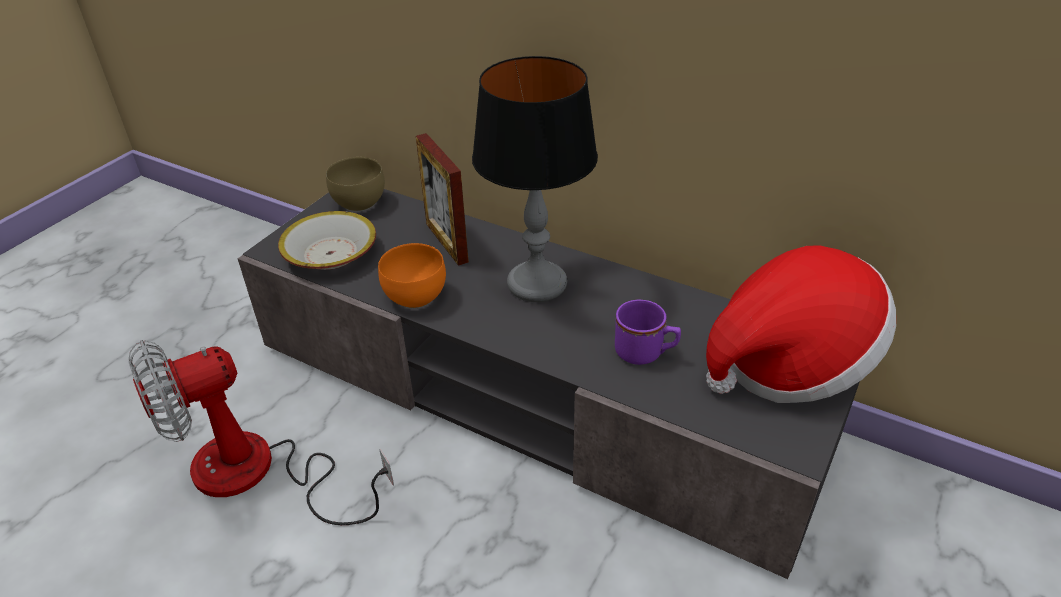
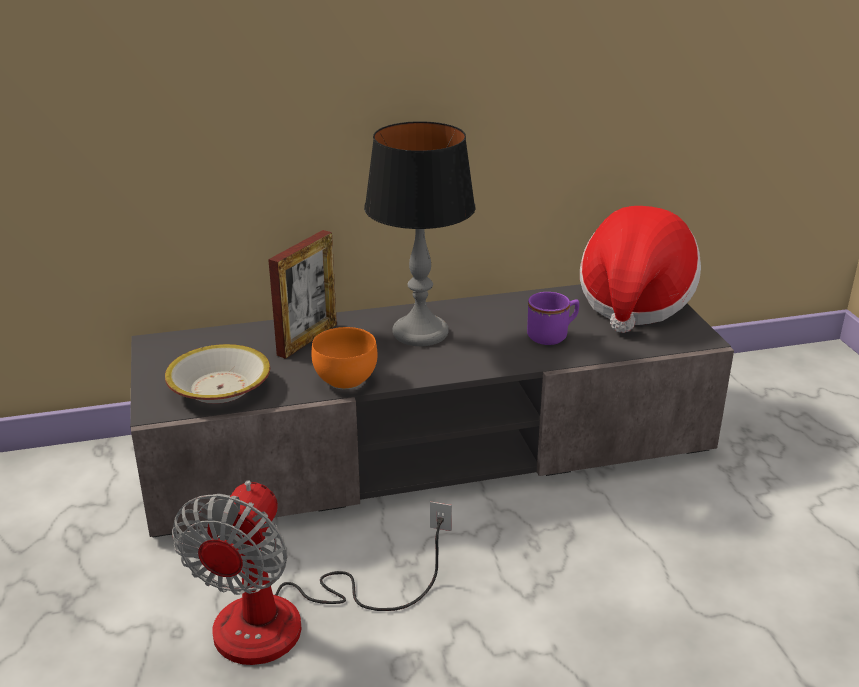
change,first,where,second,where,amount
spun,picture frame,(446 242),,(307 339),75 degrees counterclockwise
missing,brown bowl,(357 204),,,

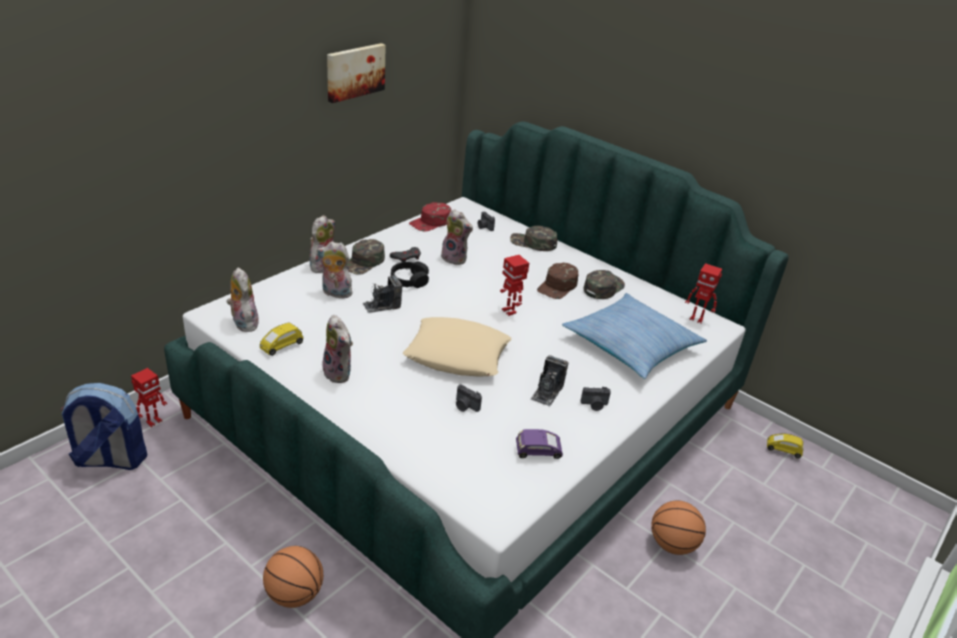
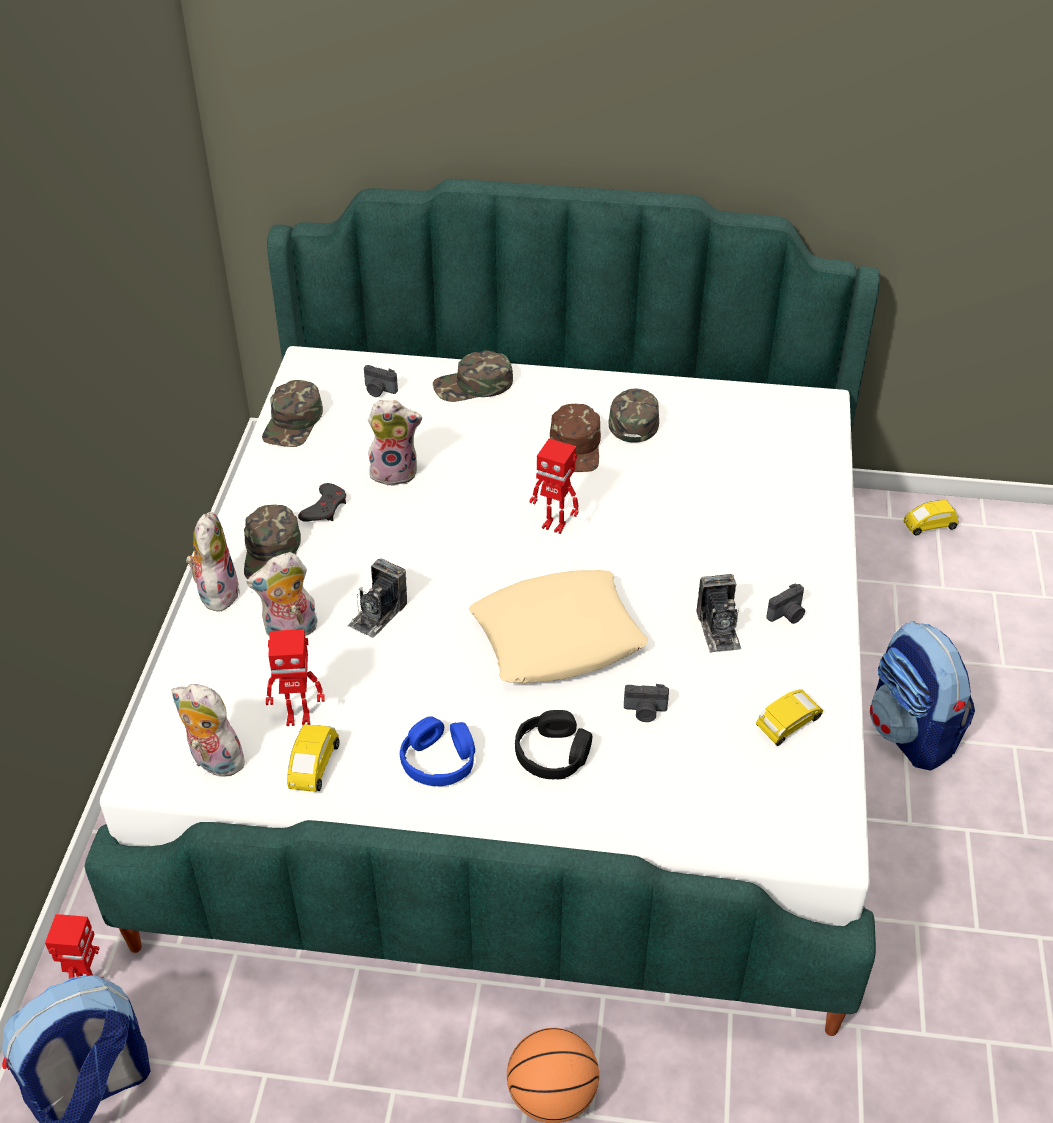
change,first,where,second,where,amount
missing,picture,(354 71),,,
colour,red cap,(431 222),green cap,(293 422),
relocated,black headphones,(409 280),,(552 754),
relocated,toy robot,(696 319),,(298 717),
missing,pillow,(631 345),,,
exchanged,plush toy,(339 373),blue headphones,(439 761),
colour,purple toy car,(538 453),yellow toy car,(789 725),
exchanged,basketball,(672 544),backpack,(911 733),

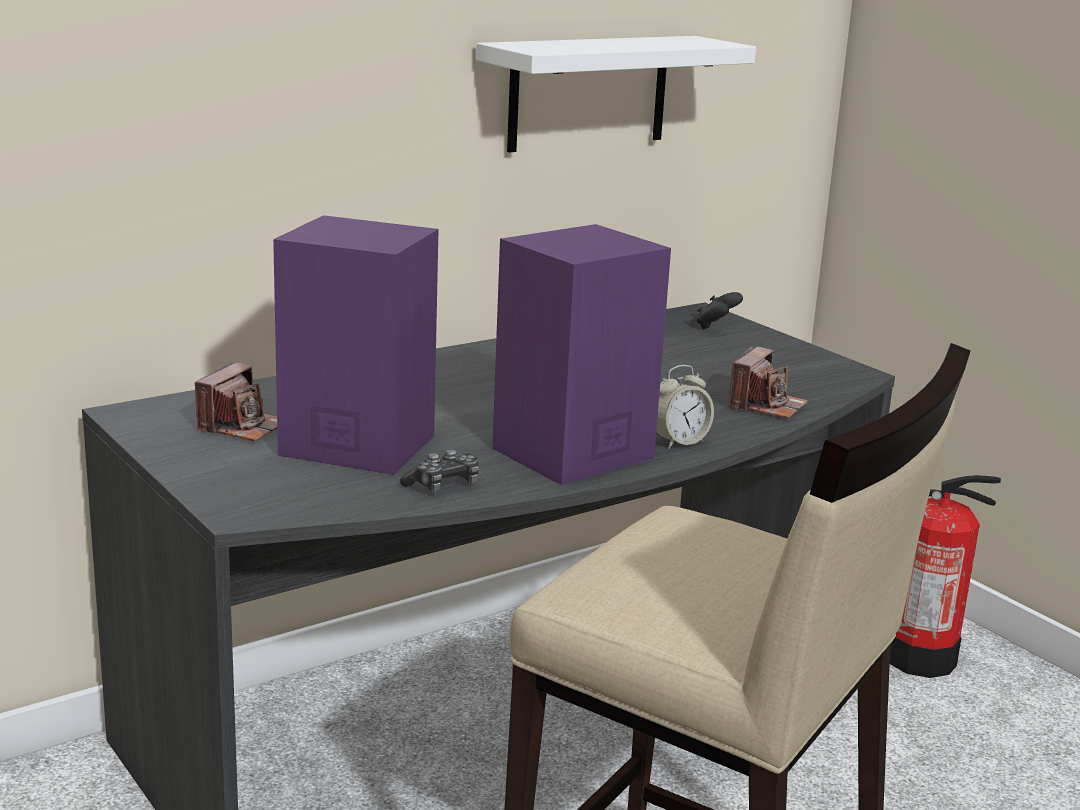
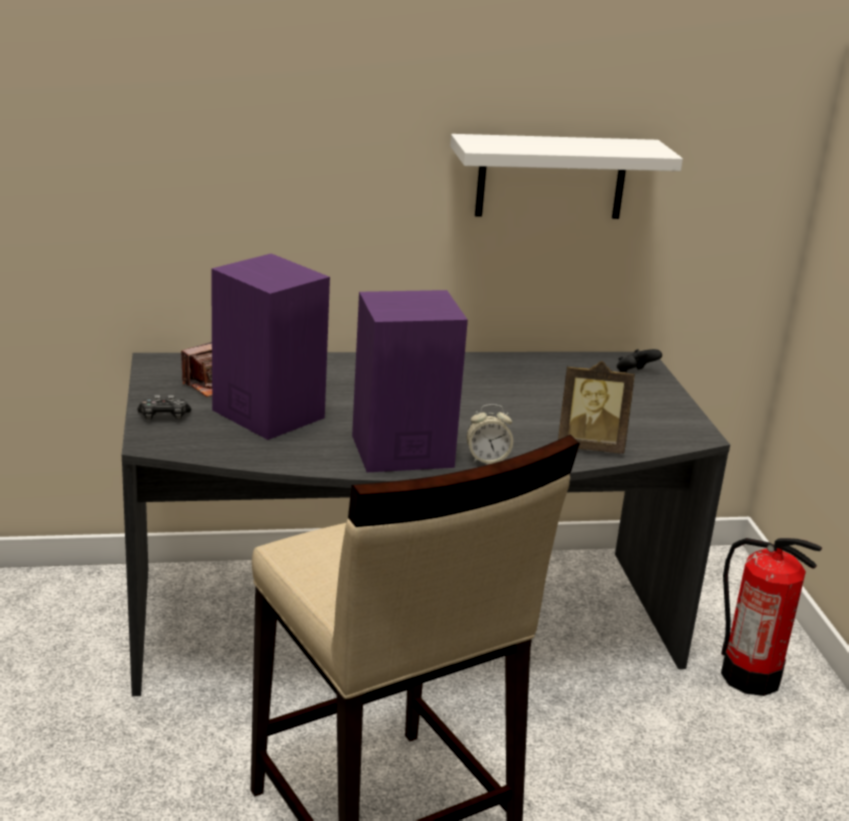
change,first,where,second,where,amount
exchanged,photo camera,(766 405),picture frame,(590 446),
relocated,game controller,(444 485),,(164 417),

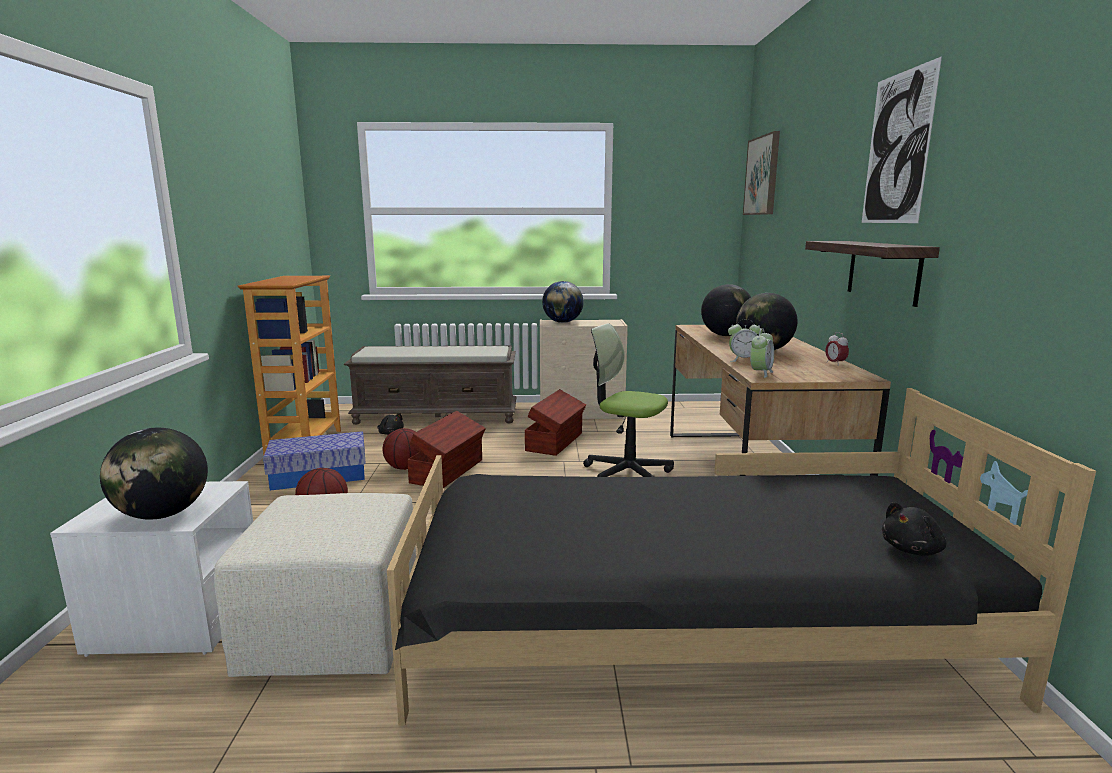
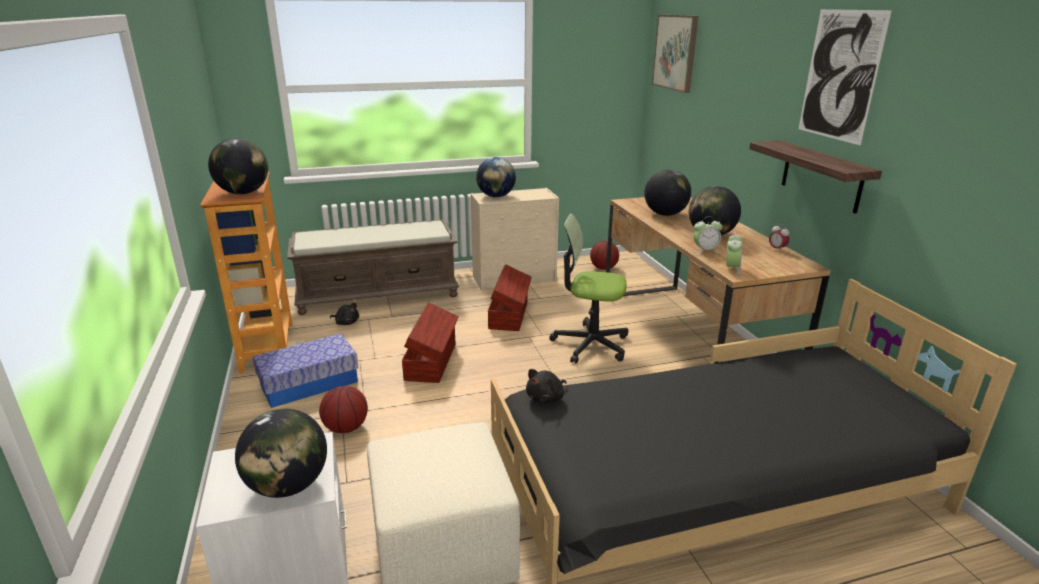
change,first,where,second,where,amount
relocated,basketball,(404 468),,(603 268),
relocated,black plush toy,(913 549),,(546 398),
appeared,,,globe,(243 193),

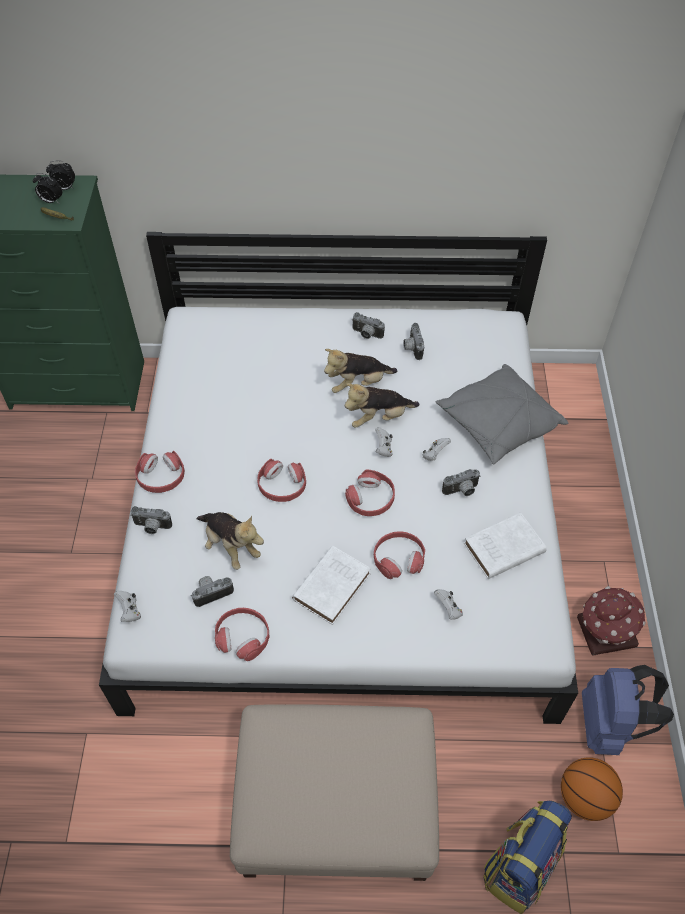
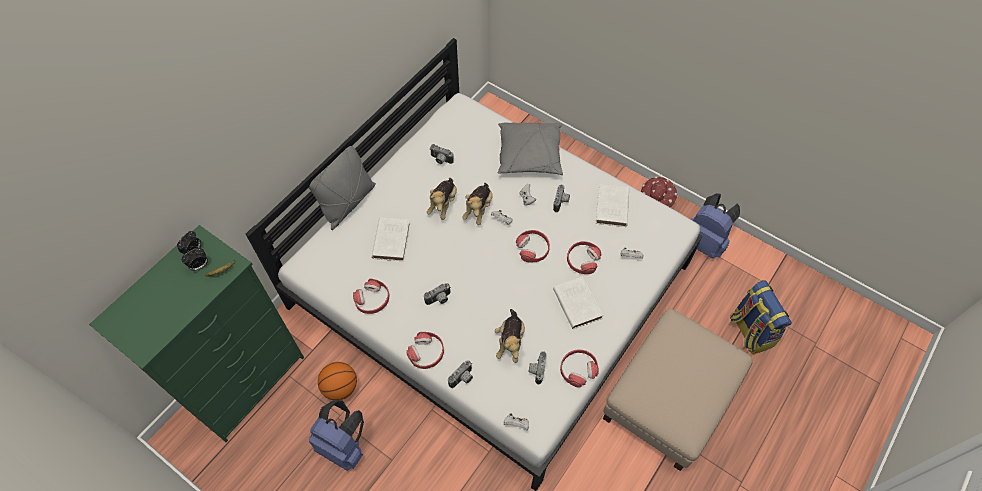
change,first,where,second,where,amount
relocated,photo camera,(366 335),,(439 300),
relocated,red headphones,(282 485),,(372 299),
spun,plush toy,(230 546),,(510 341),105 degrees clockwise
relocated,basketball,(584 797),,(340 387),
appeared,,,grey pillow,(347 203),
appeared,,,white book,(391 239),
appeared,,,blue backpack,(344 446),

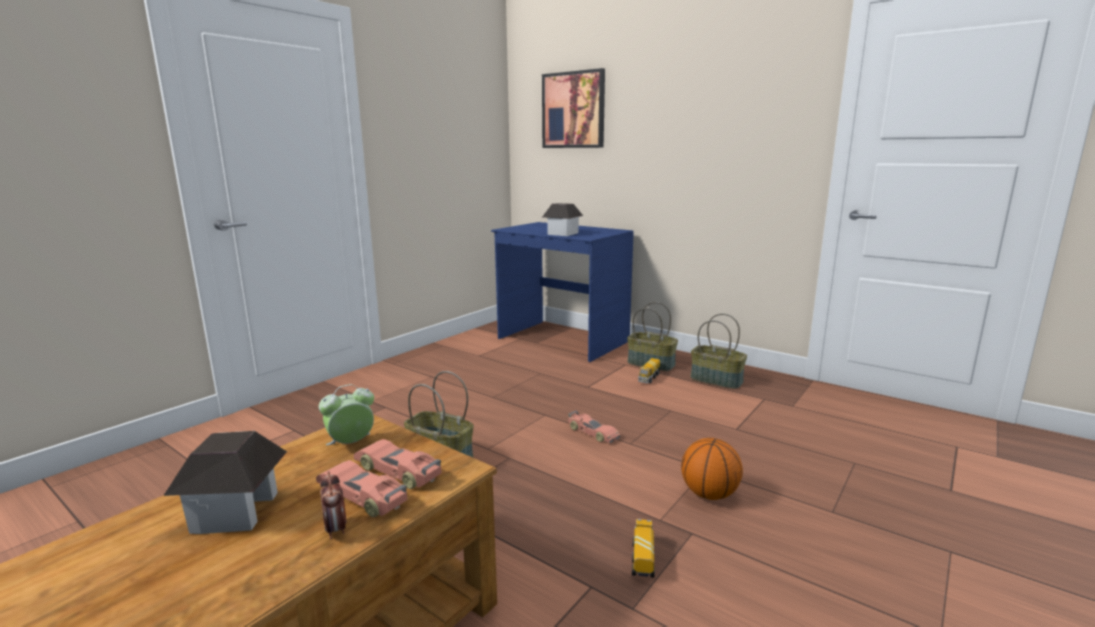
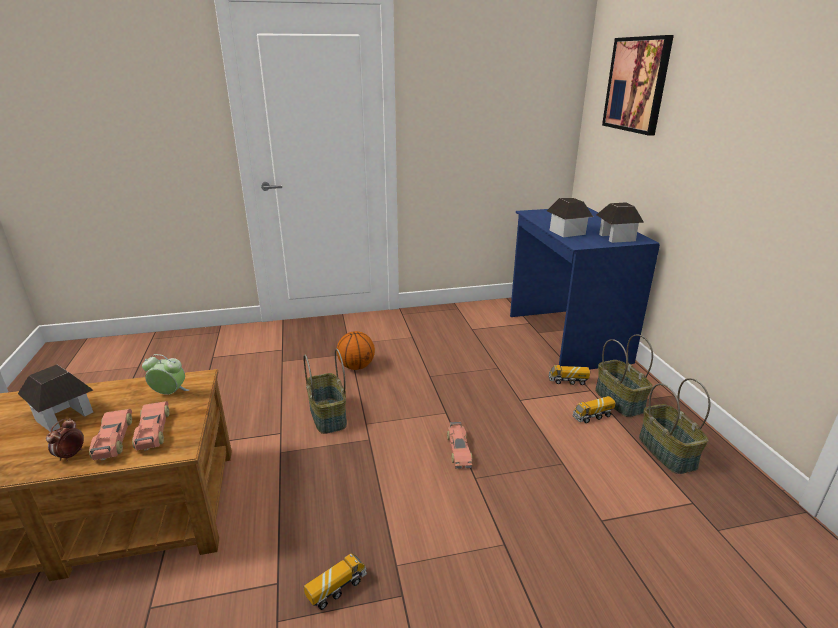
change,first,where,second,where,amount
relocated,basketball,(709 494),,(356 366),
appeared,,,toy house,(616 237),
appeared,,,toy truck,(568 381),

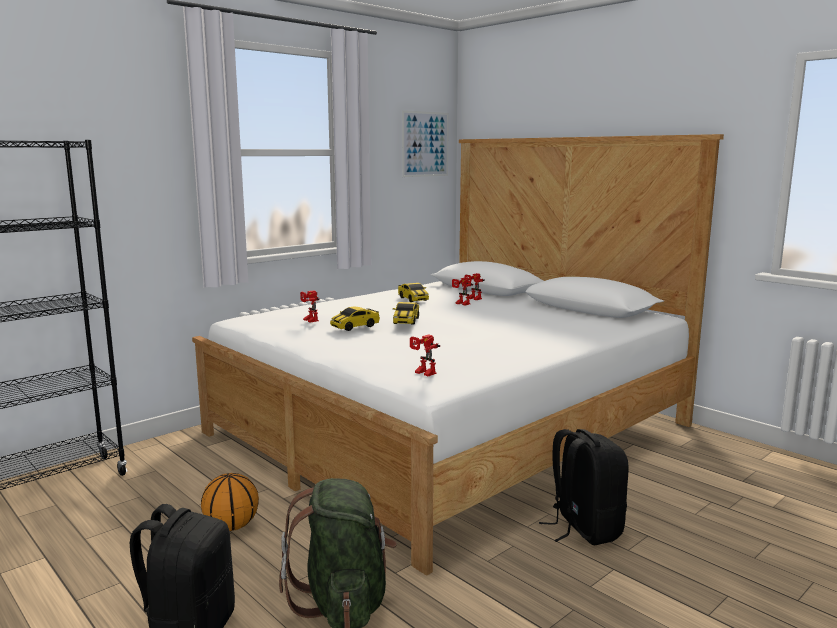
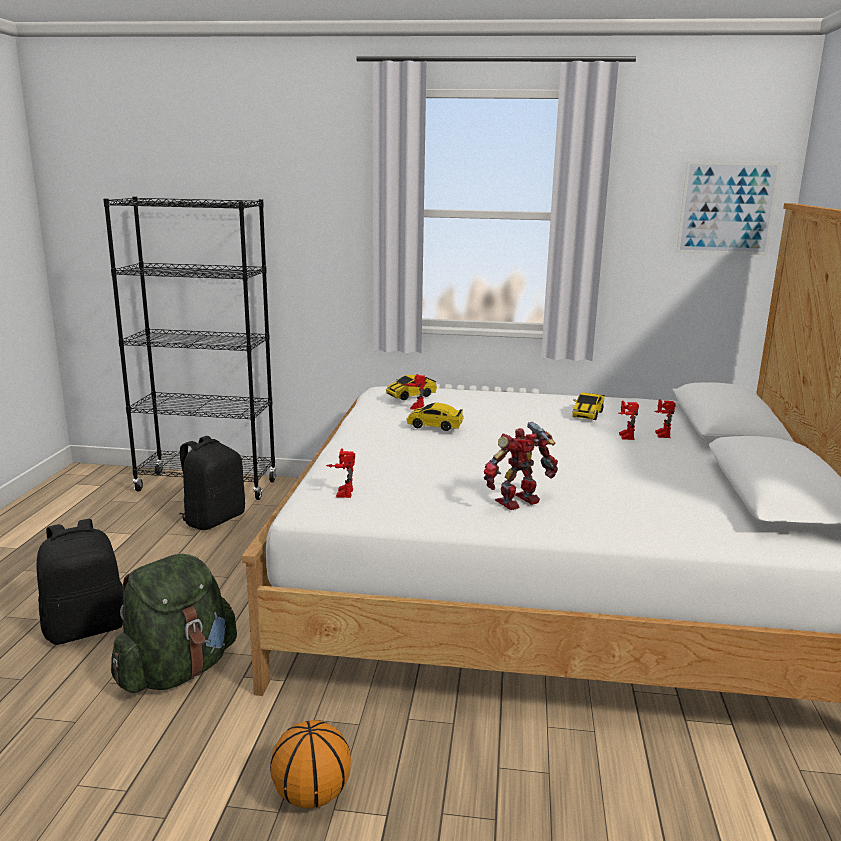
change,first,where,second,where,amount
relocated,toy car,(406 321),,(411 395),
relocated,black backpack,(583 528),,(214 519),
relocated,basketball,(231 526),,(312 794),
appeared,,,toy robot,(519 503),

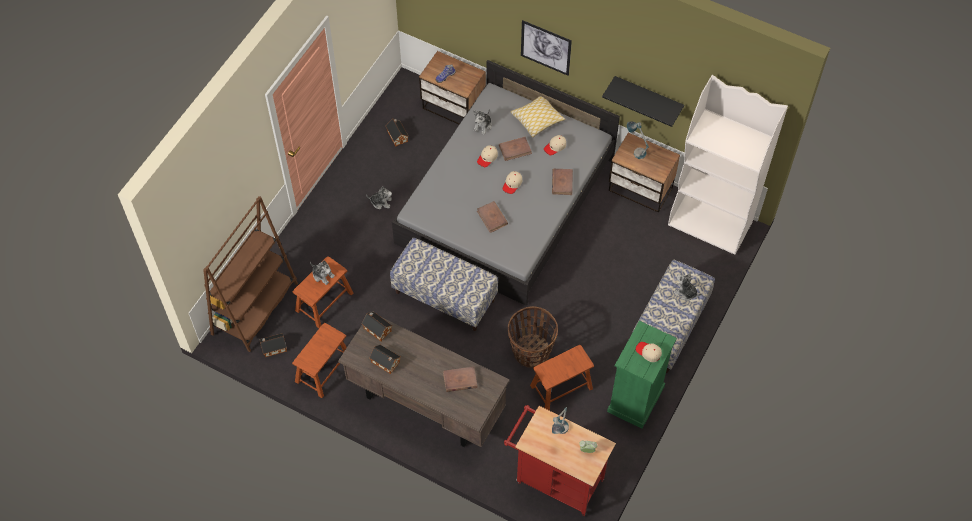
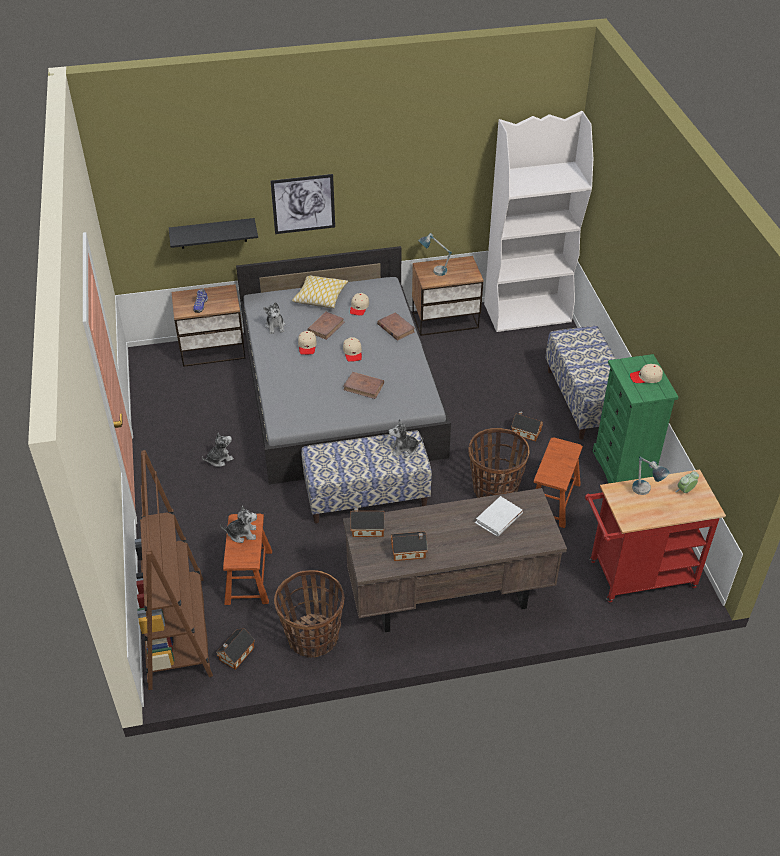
change,first,where,second,where,amount
relocated,black shelf,(648 97),,(213 233),
relocated,toy house,(397 135),,(525 431),
relocated,plush toy,(685 292),,(404 449),
exchanged,brown stool,(324 369),basket,(313 637),
colour,brown book,(460 380),white book,(498 518),

